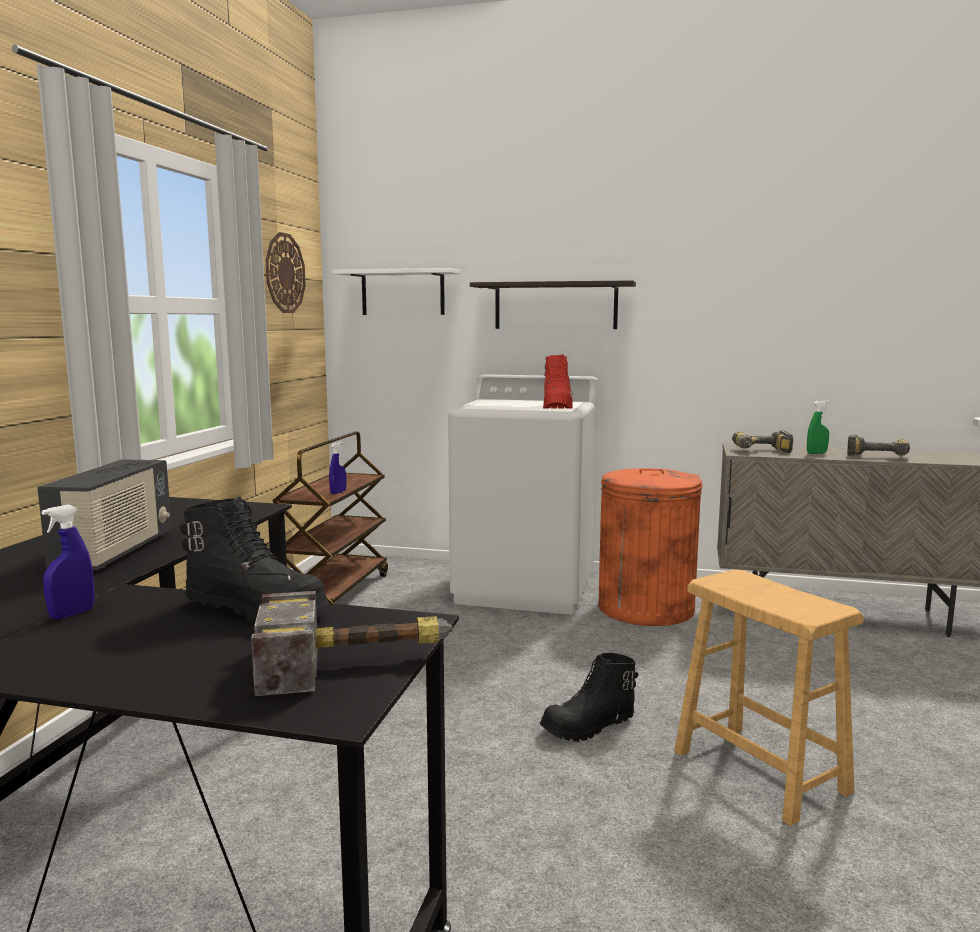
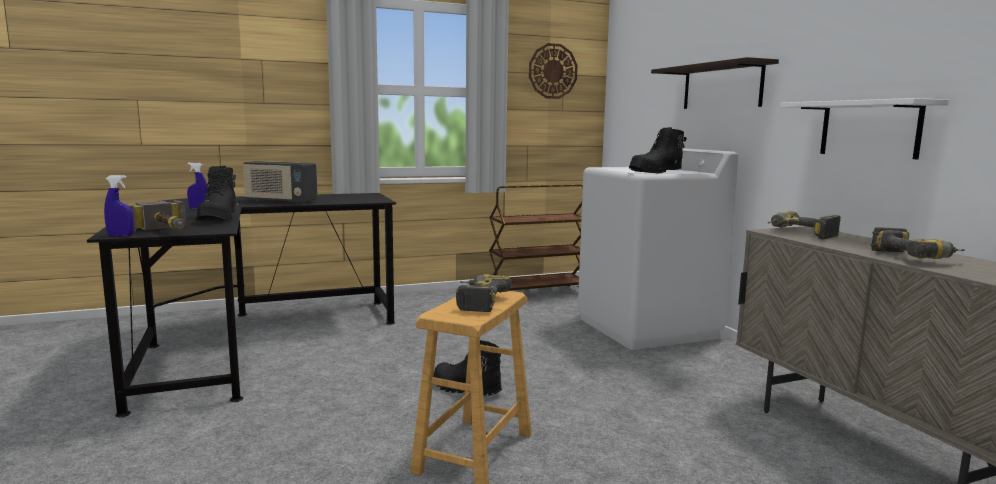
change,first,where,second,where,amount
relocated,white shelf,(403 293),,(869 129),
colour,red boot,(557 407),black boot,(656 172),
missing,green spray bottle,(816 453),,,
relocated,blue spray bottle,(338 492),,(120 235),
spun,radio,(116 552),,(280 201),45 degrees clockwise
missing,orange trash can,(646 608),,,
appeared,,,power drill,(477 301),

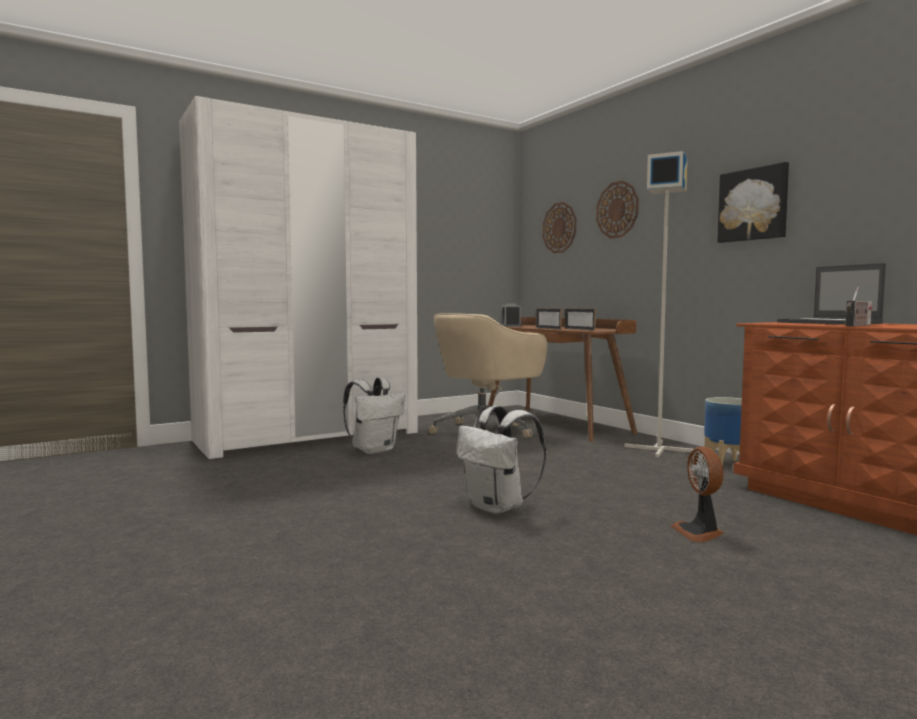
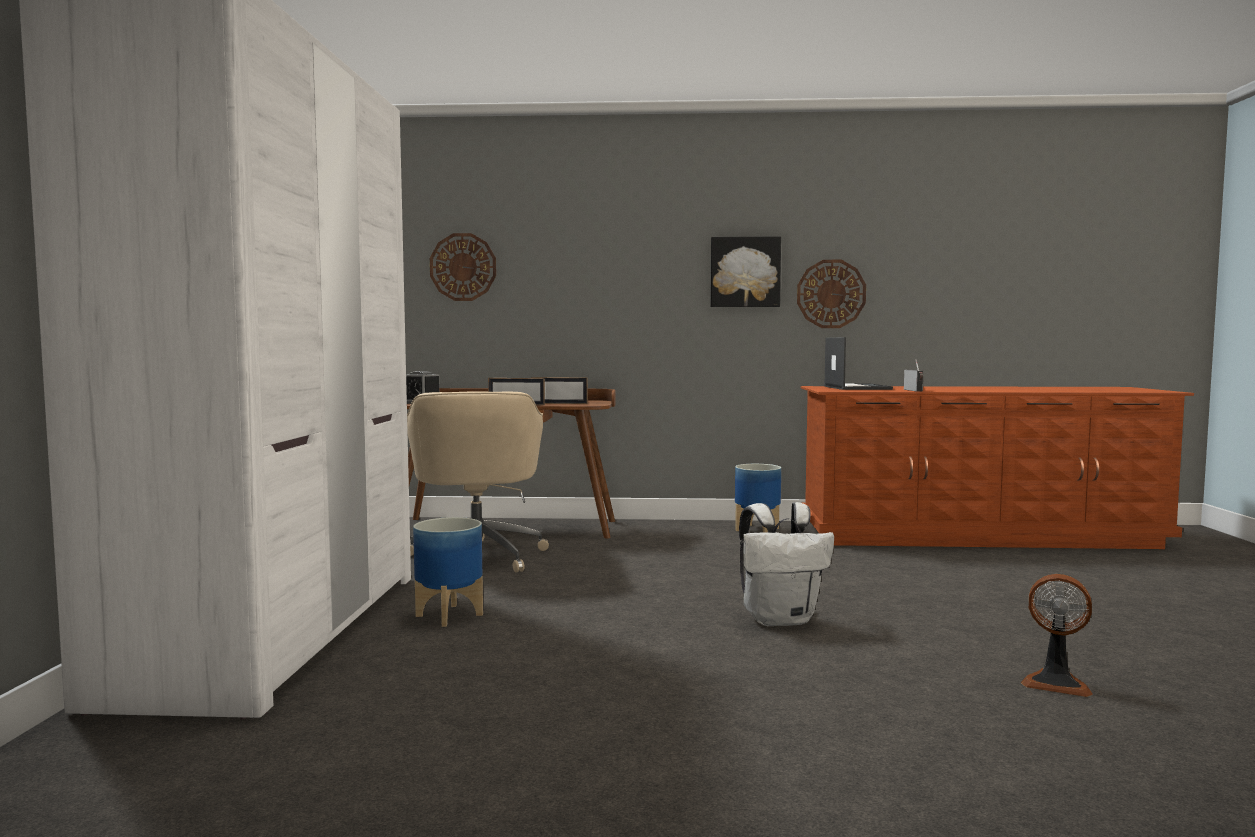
change,first,where,second,where,amount
missing,grey floor lamp,(658 449),,,
relocated,wall clock,(617 210),,(831 294),
spun,laptop,(829 323),,(856 388),105 degrees counterclockwise
exchanged,white backpack,(374 450),planter,(448 615),
relocated,fan,(699 532),,(1056 683),

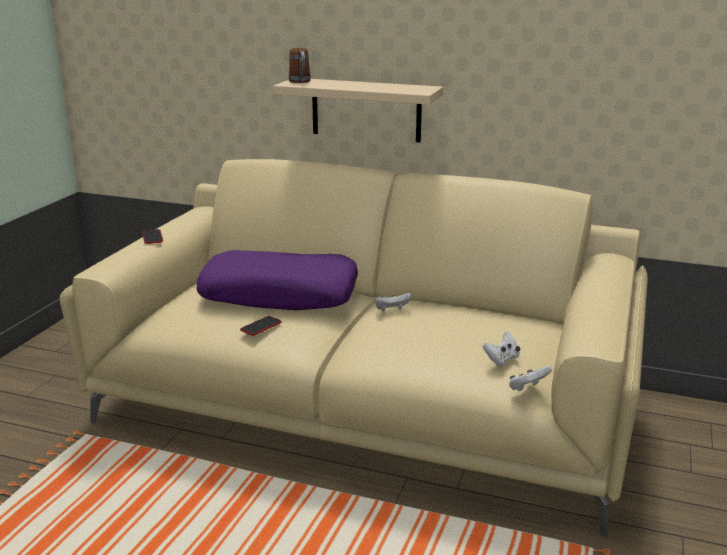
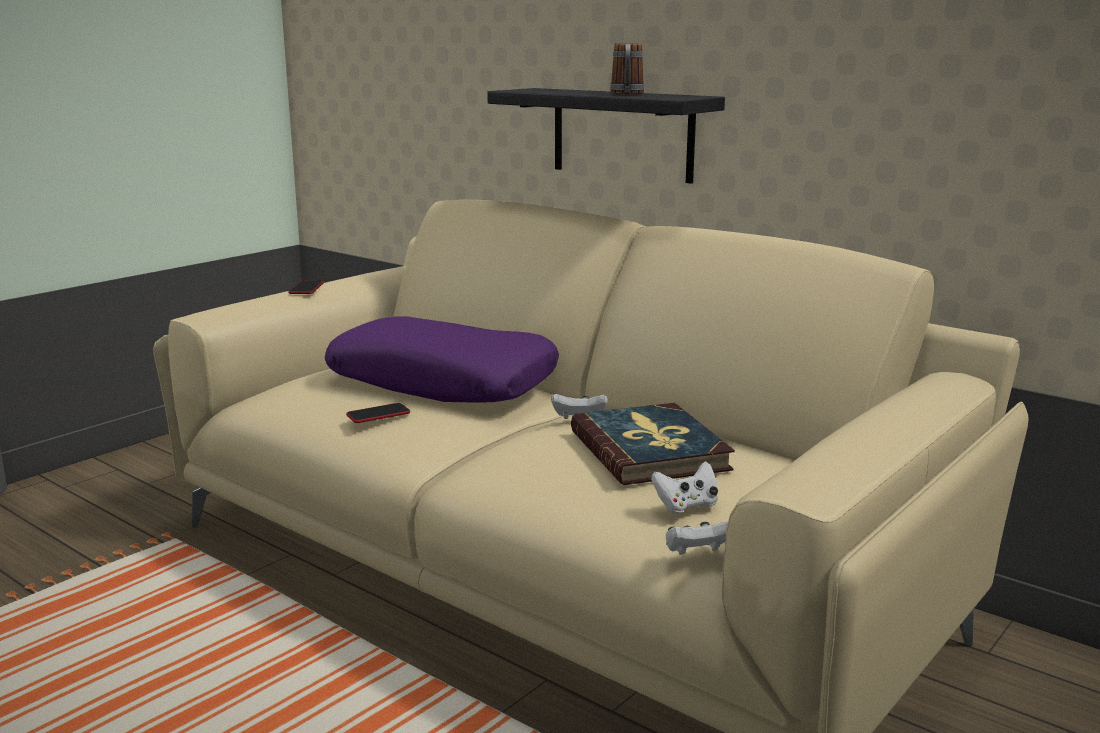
change,first,where,second,where,amount
relocated,mug,(300 82),,(627 94),
colour,beige shelf,(366 110),black shelf,(622 134),
appeared,,,book,(650 450),

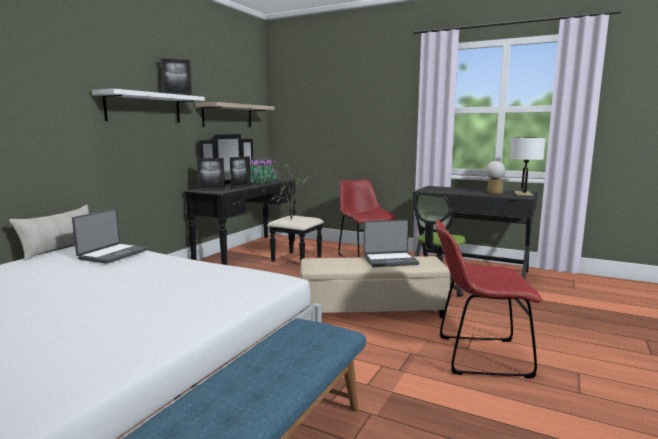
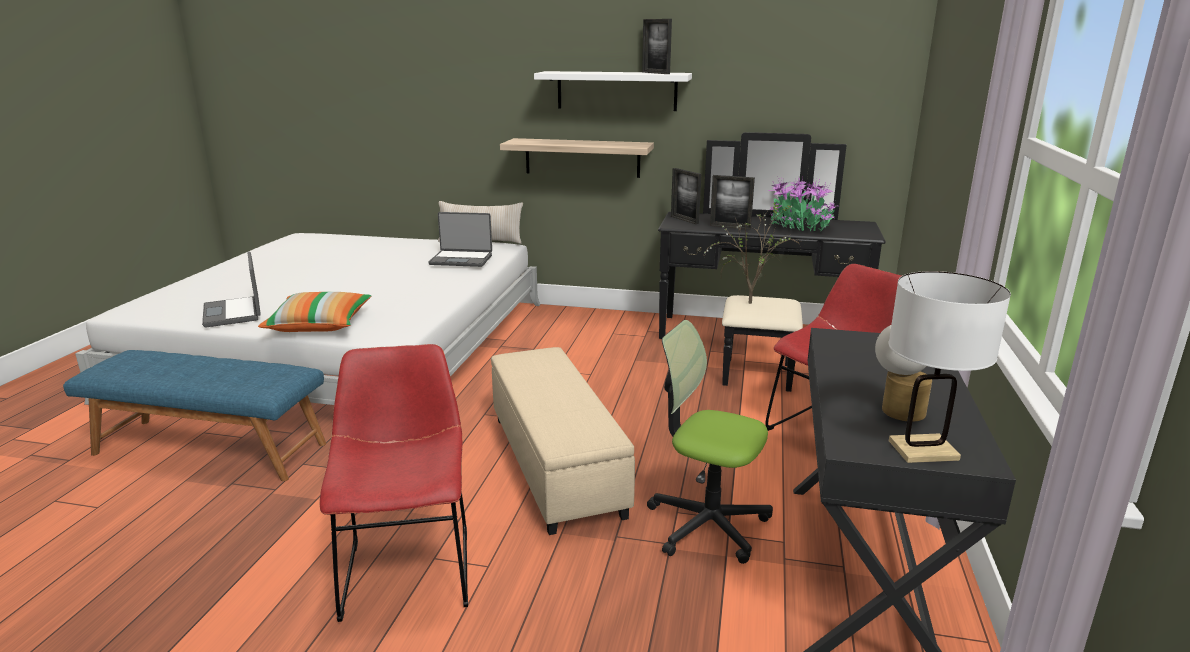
change,first,where,second,where,amount
relocated,shelf,(227 116),,(582 157),
relocated,laptop,(390 260),,(234 313),
appeared,,,pillow,(319 325),

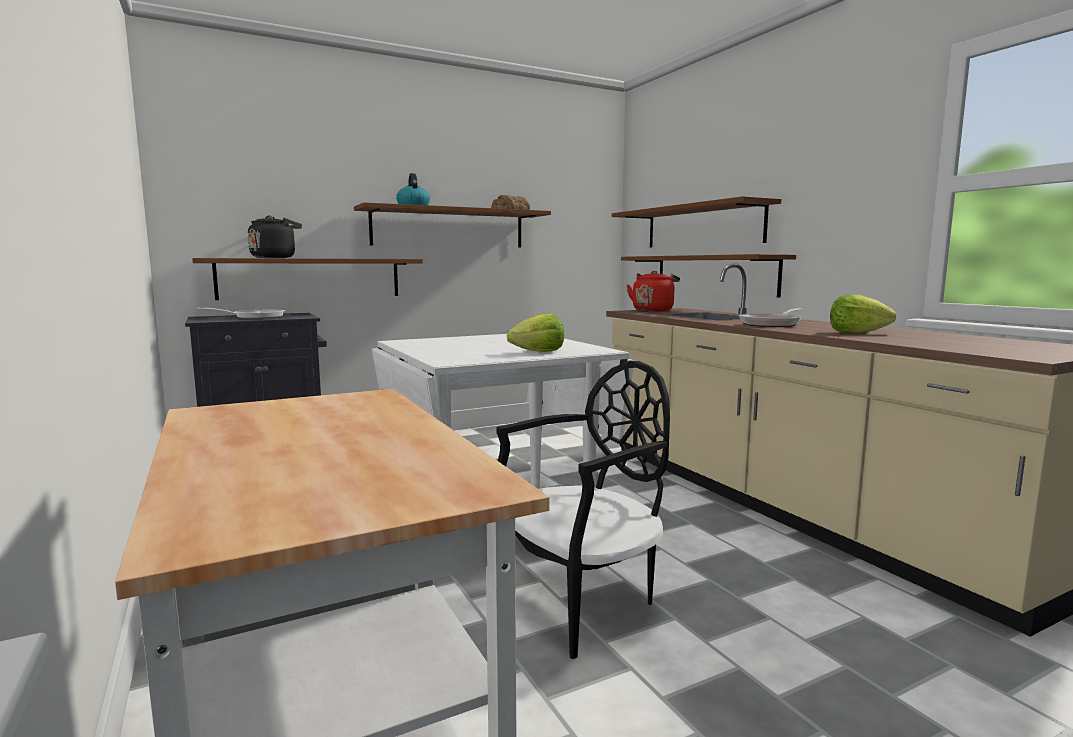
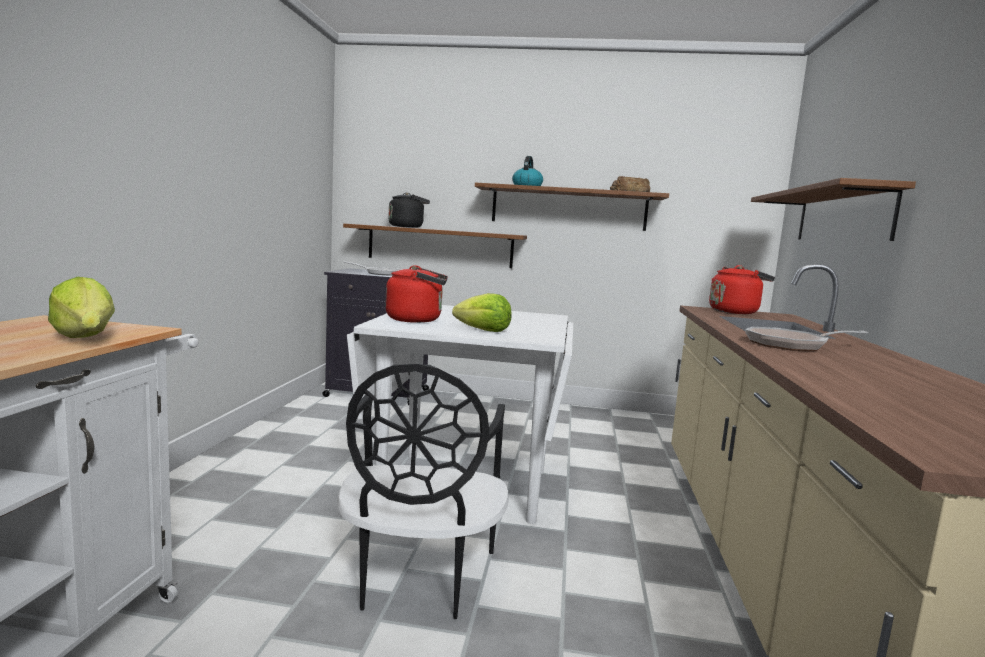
change,first,where,second,where,amount
missing,brown shelf,(714 274),,,
relocated,lettuce,(856 332),,(85 338),
spun,black chair,(580 600),,(418 578),90 degrees clockwise
appeared,,,red kettle,(417 320),

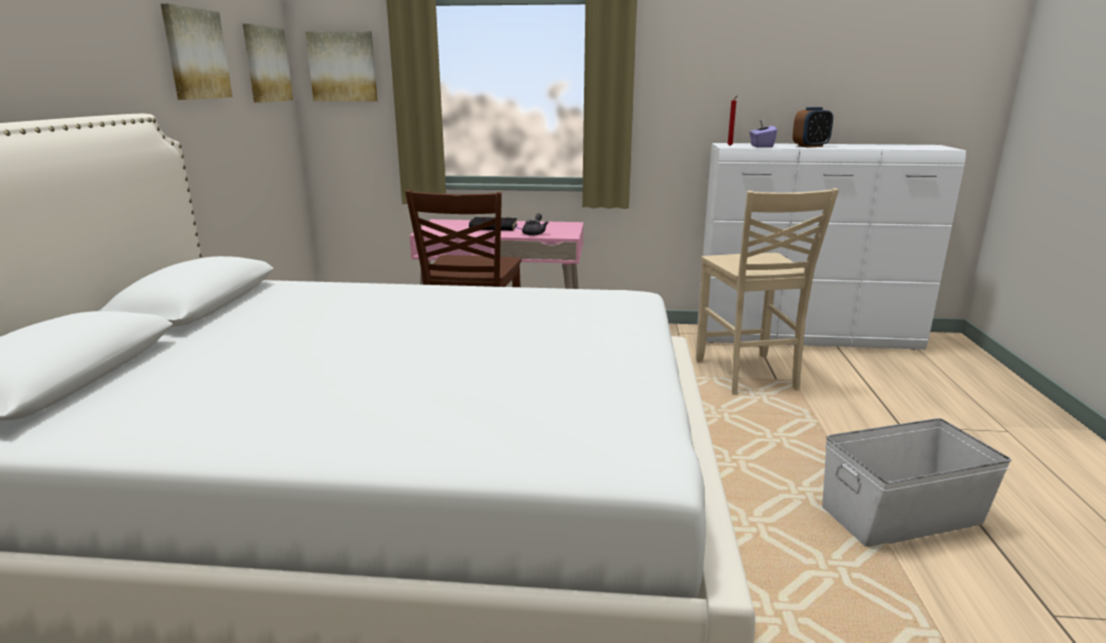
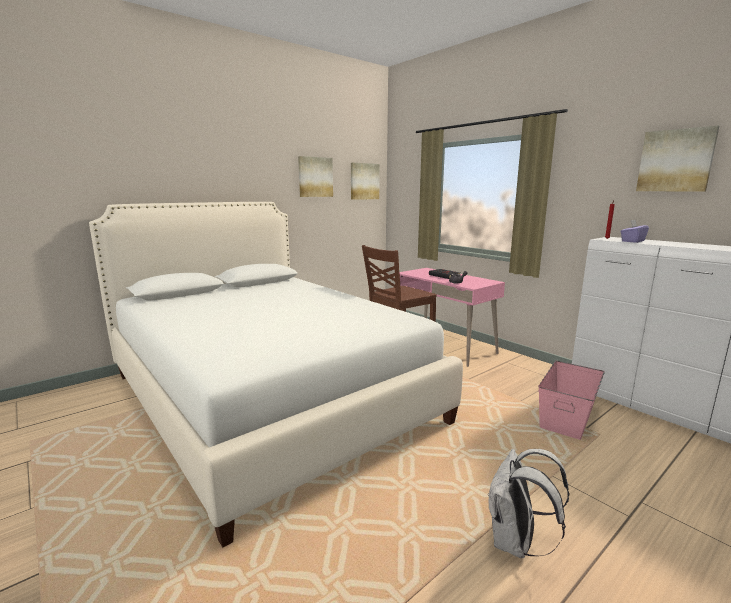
change,first,where,second,where,amount
relocated,picture,(343 66),,(675 161),
missing,alarm clock,(810 146),,,
exchanged,beige chair,(747 375),pink storage box,(566 417),
exchanged,white storage box,(903 516),white backpack,(516 543),

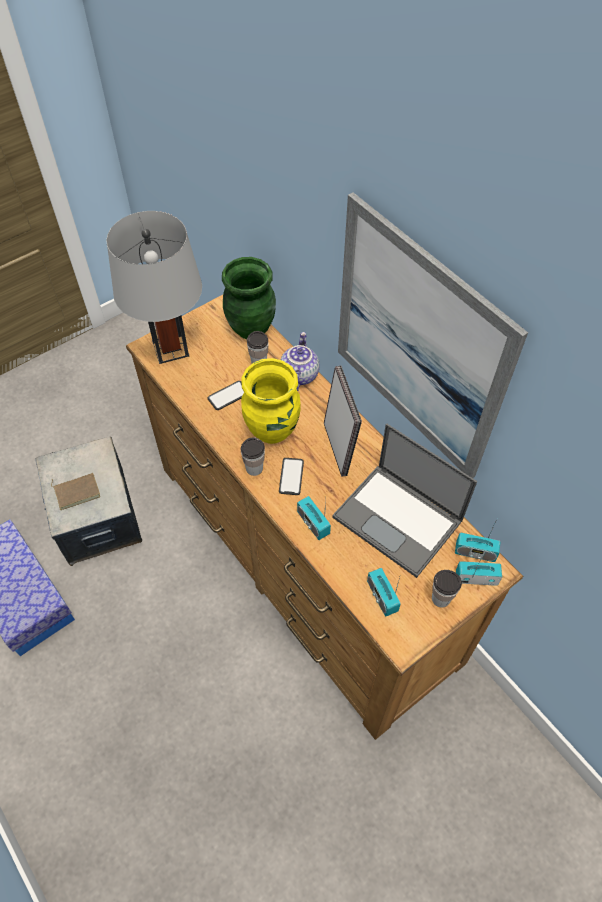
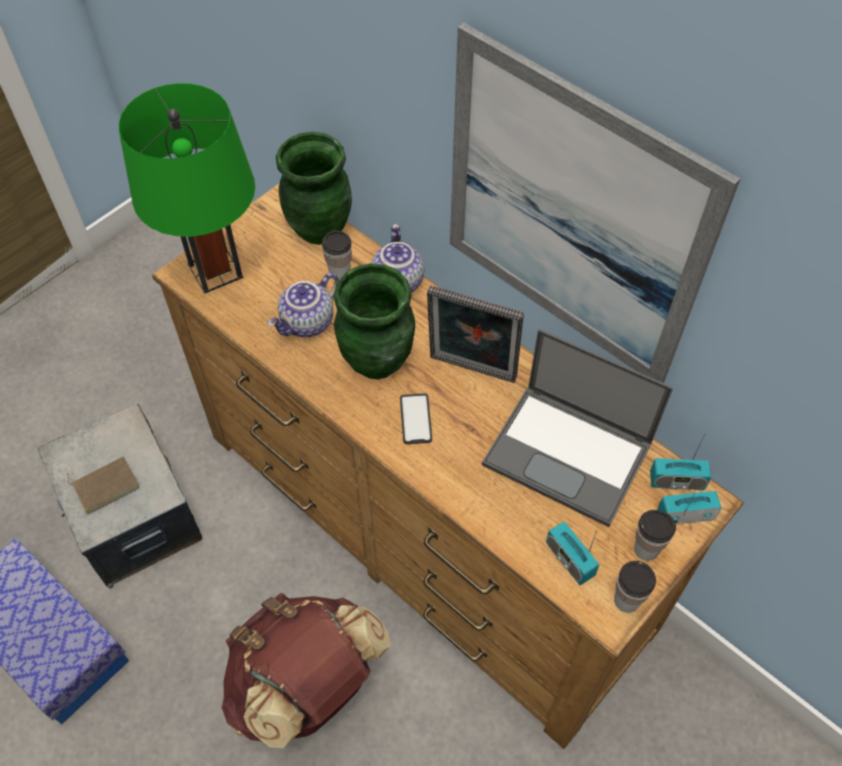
change,first,where,second,where,amount
colour,grey table lamp,(170 348),green table lamp,(215 271),
colour,yellow vase,(273 430),green vase,(378 361),
spun,picture frame,(339 448),,(471 371),135 degrees clockwise
exchanged,phone,(228 396),teapot,(308 323),
relocated,cup,(254 468),,(626 600),
missing,radio,(313 523),,,
appeared,,,brown backpack,(306 687),

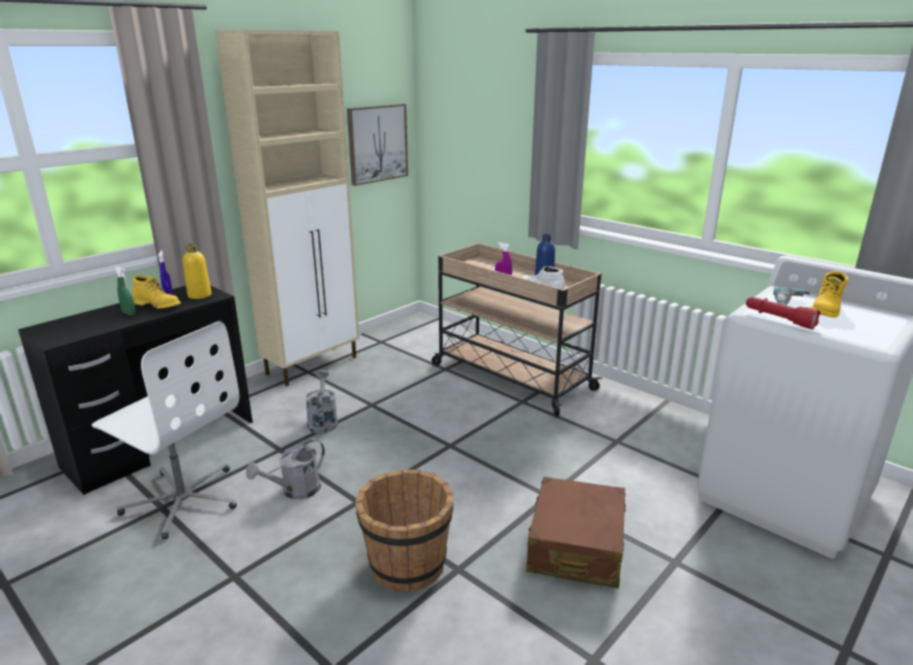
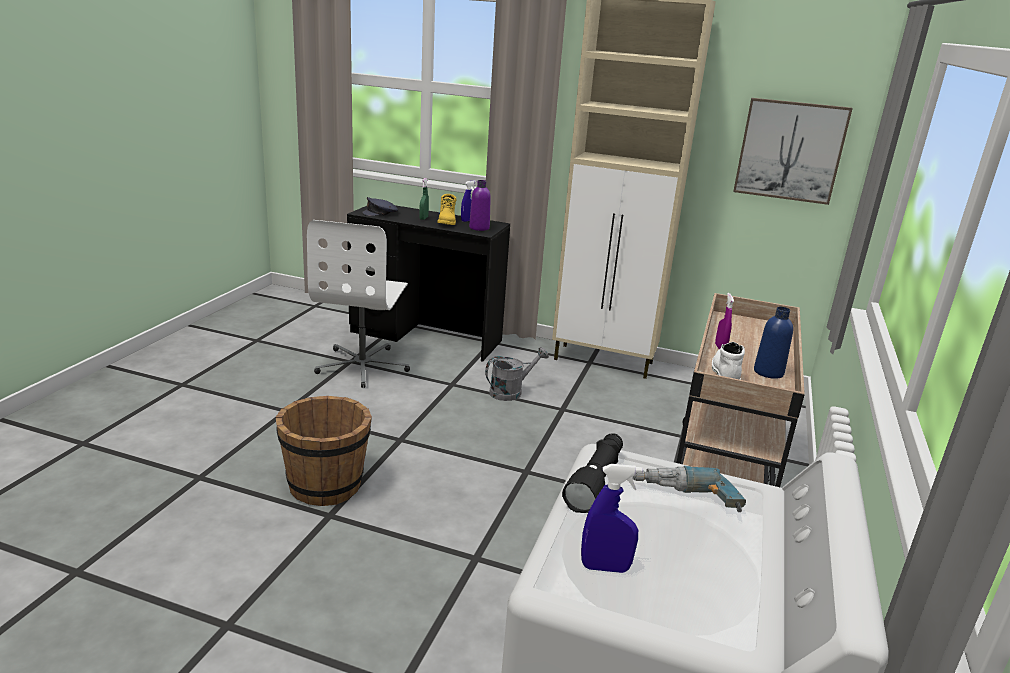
change,first,where,second,where,amount
colour,yellow bottle,(199 295),purple bottle,(479 228),
missing,yellow boot,(827 310),,,
colour,red flashlight,(778 319),black flashlight,(596 481),
missing,grey watering can,(295 491),,,
missing,brown suitcase,(576 546),,,
appeared,,,grey cap,(381 213),
appeared,,,blue spray bottle,(605 567),

